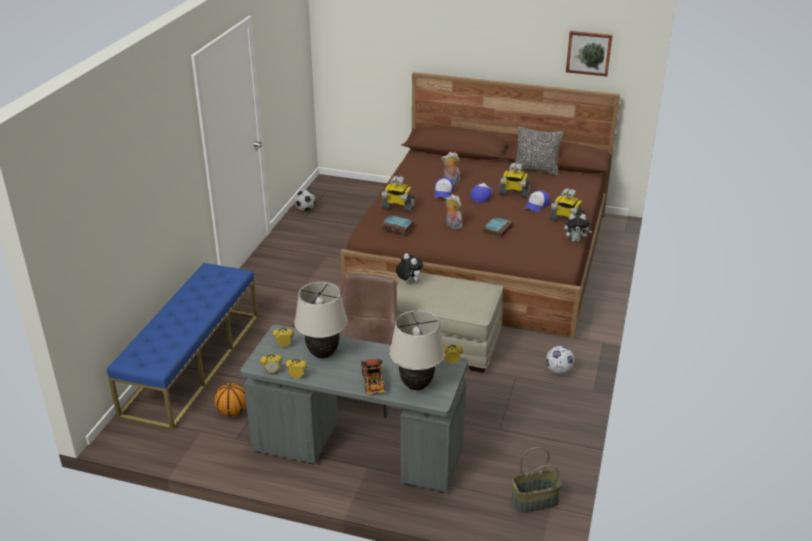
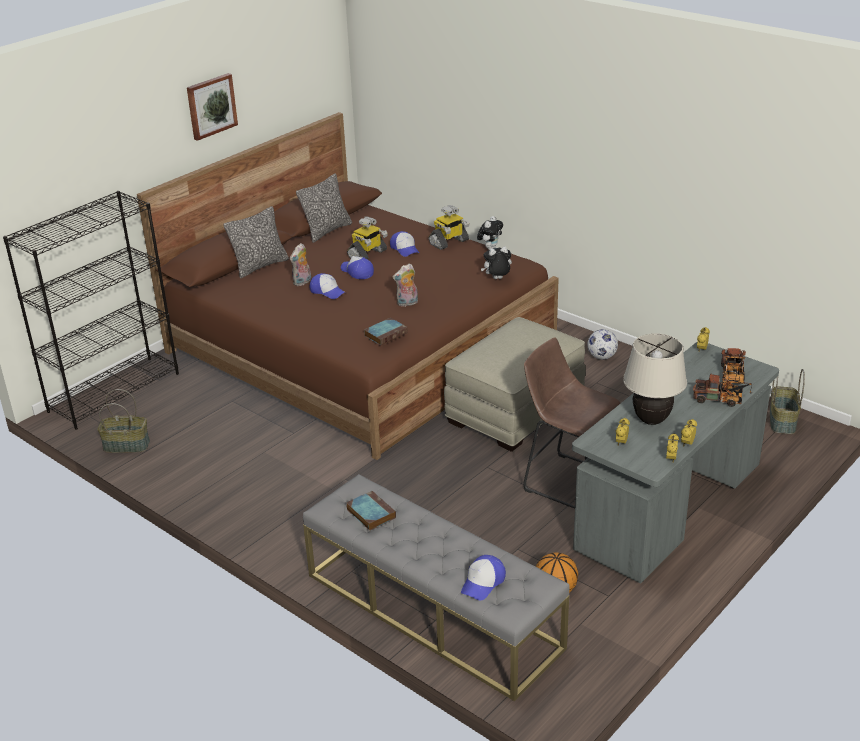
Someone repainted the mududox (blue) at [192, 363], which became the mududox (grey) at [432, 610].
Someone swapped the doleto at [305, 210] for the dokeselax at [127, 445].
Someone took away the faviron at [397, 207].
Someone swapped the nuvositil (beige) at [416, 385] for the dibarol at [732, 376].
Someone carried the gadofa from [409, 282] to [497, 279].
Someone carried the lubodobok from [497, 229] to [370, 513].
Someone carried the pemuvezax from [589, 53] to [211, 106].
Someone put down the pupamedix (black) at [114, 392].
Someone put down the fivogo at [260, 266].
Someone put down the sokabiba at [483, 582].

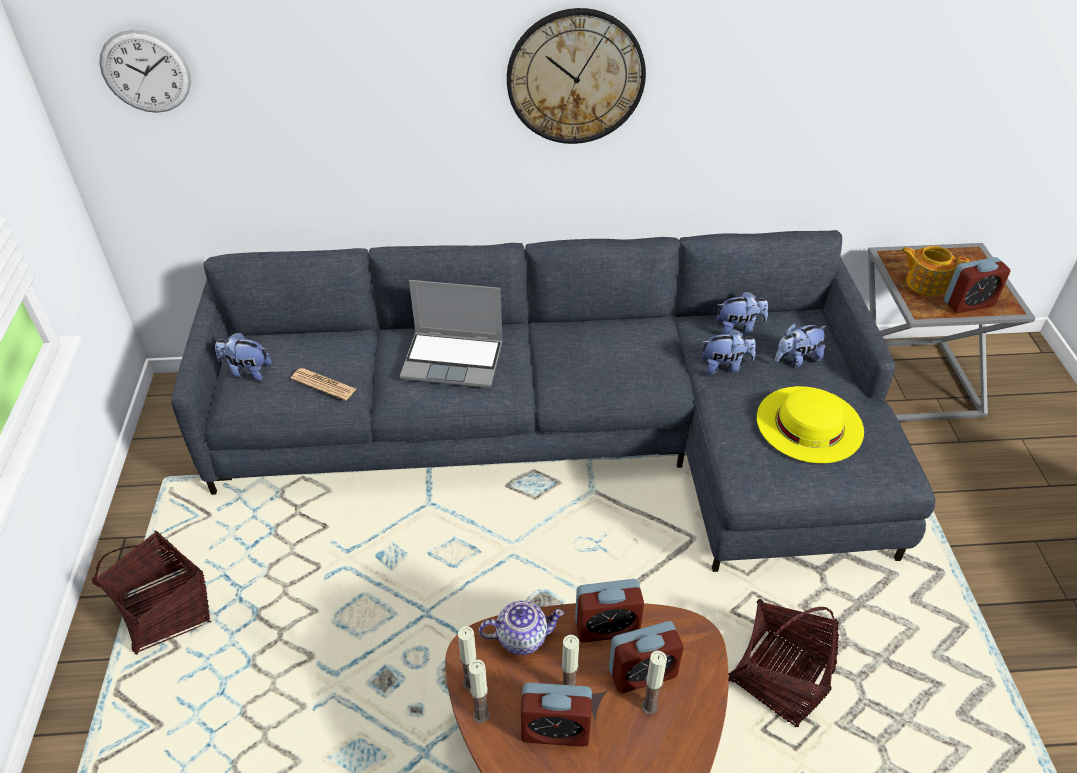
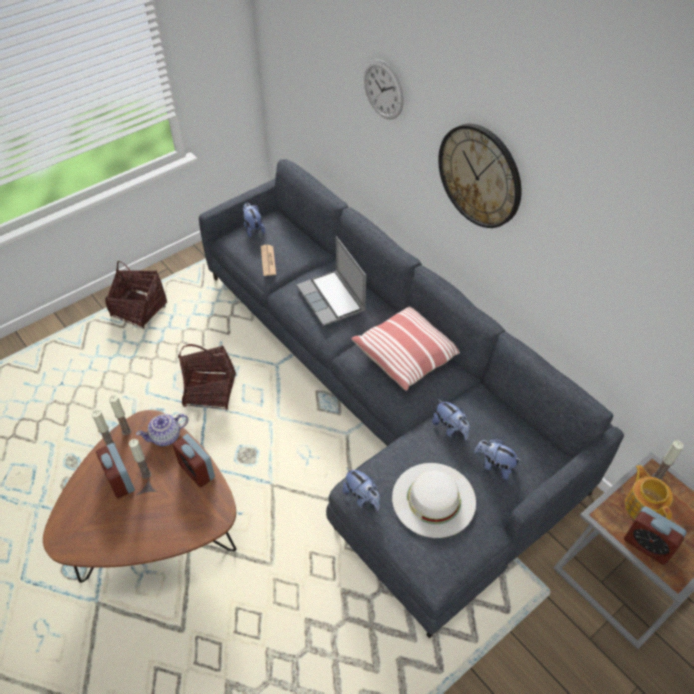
Someone carried the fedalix from [145, 72] to [383, 89].
Someone rotated the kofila at [521, 637] by 105 degrees clockwise.
Someone took away the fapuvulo at [642, 673].
Someone carried the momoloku from [649, 706] to [657, 477].
Someone carried the gadofa from [738, 328] to [362, 498].
Someone carried the dokeselax from [780, 677] to [210, 391].
Someone repainted the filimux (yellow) at [809, 424], which became the filimux (white) at [433, 499].
Someone put down the fivogo at [407, 355].

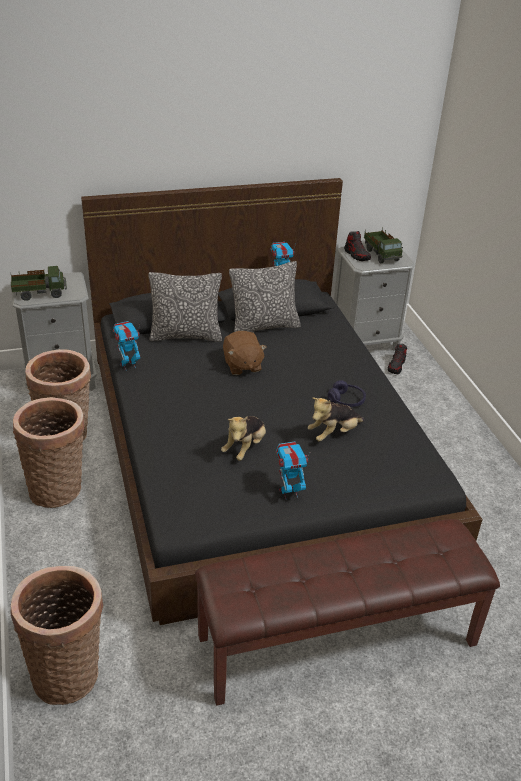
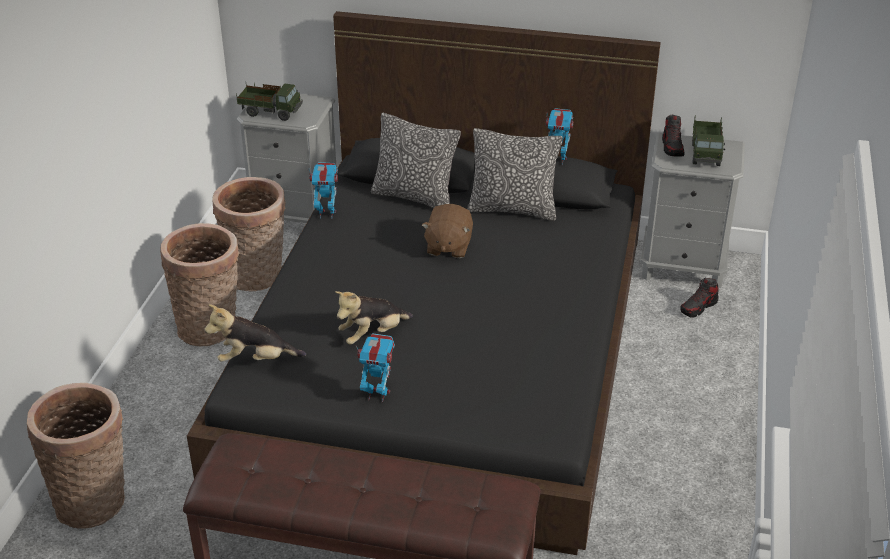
Someone carried the gadofa from [334, 434] to [255, 359].
Someone took away the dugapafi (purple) at [346, 400].

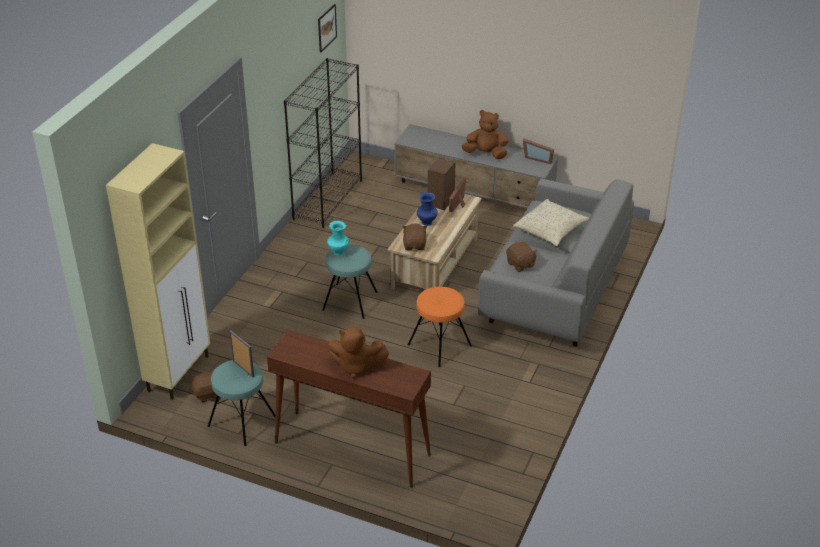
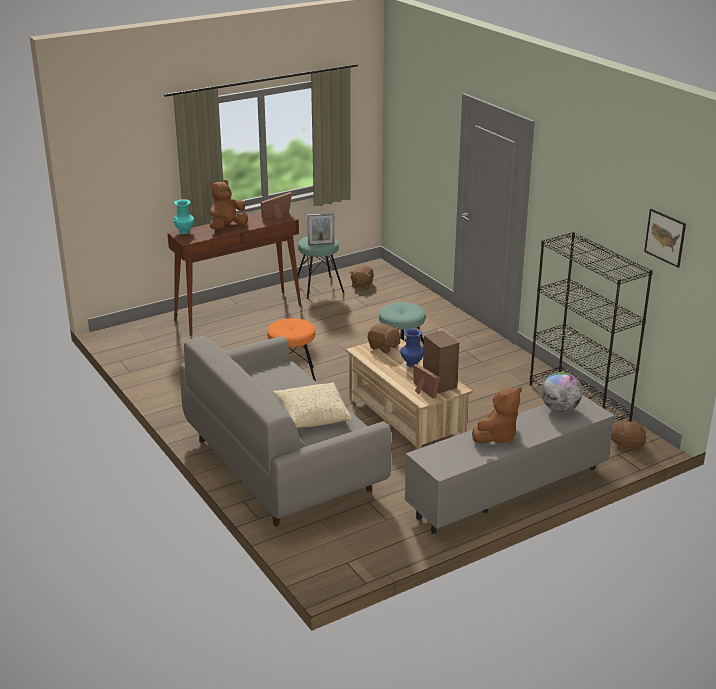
Someone took away the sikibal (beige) at [179, 373].
Someone carried the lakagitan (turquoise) from [338, 252] to [184, 232].
Someone carried the gadofa (brown) from [520, 264] to [626, 445].
Someone carried the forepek from [538, 158] to [278, 216].
Someone put down the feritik at [559, 409].

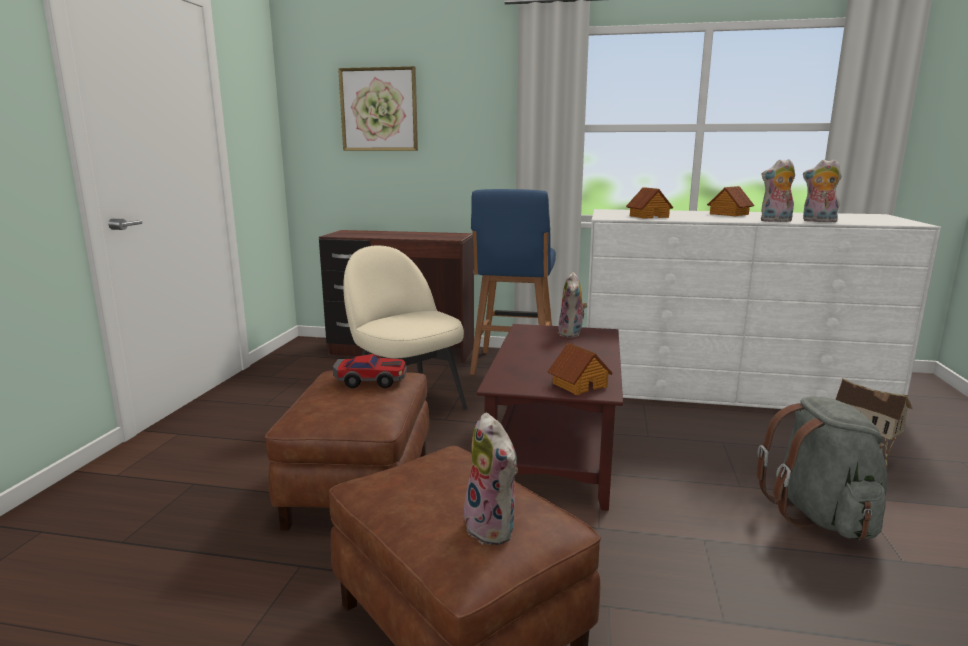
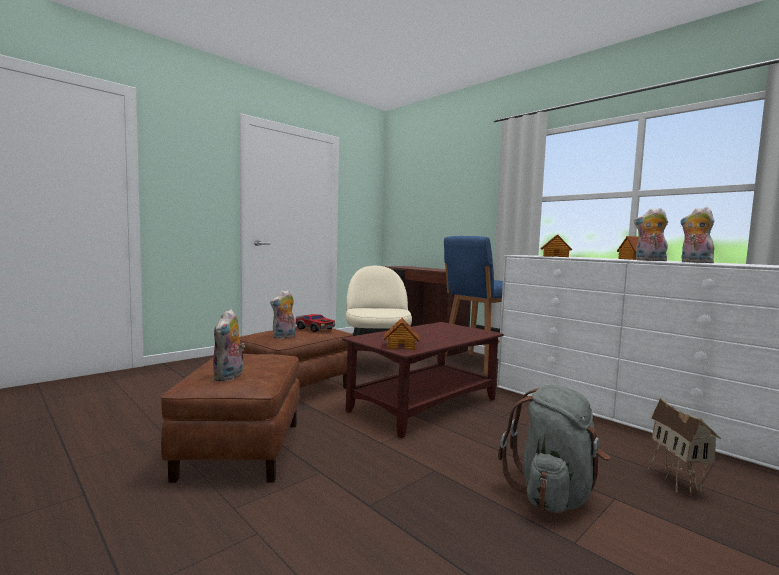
Someone took away the pemuvezax at [379, 109].
Someone carried the gadofa from [572, 333] to [284, 337].

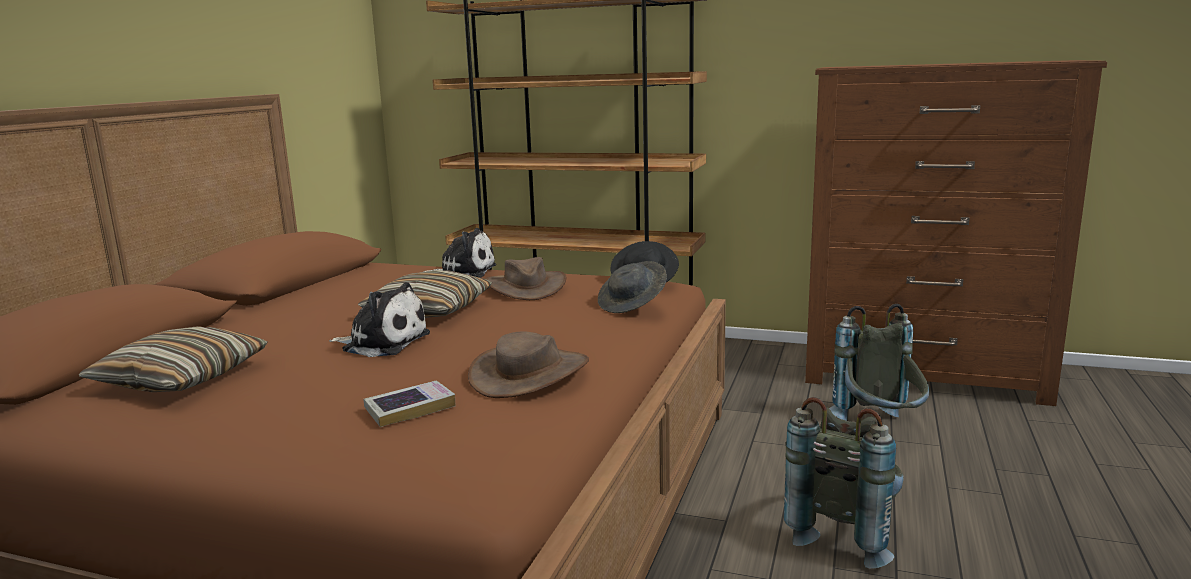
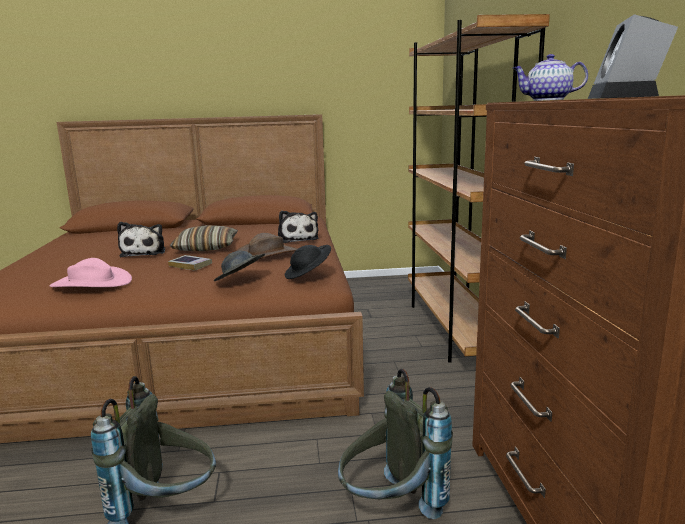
Someone took away the fivogo at [181, 378].
Someone carried the lubodobok from [410, 409] to [190, 265].
Someone repainted the filimux (brown) at [530, 374], which became the filimux (pink) at [91, 283].
Someone put down the kofila at [547, 100].
Someone put down the fapuvulo at [626, 97].

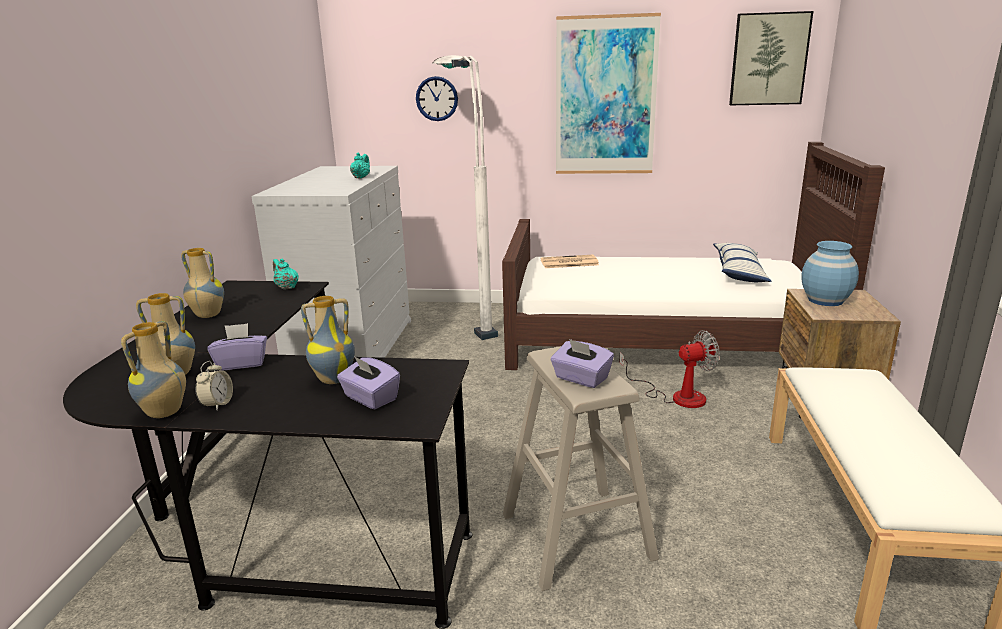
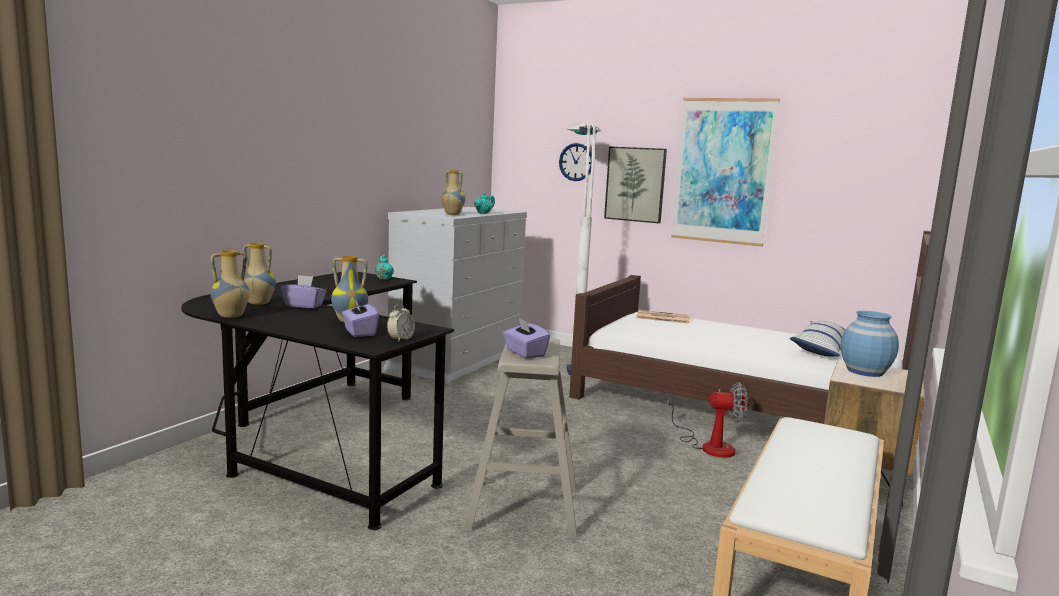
Someone carried the lakagitan from [207, 315] to [452, 214].
Someone carried the fapuvulo from [217, 404] to [400, 339].
Someone carried the pemuvezax from [769, 59] to [635, 184].

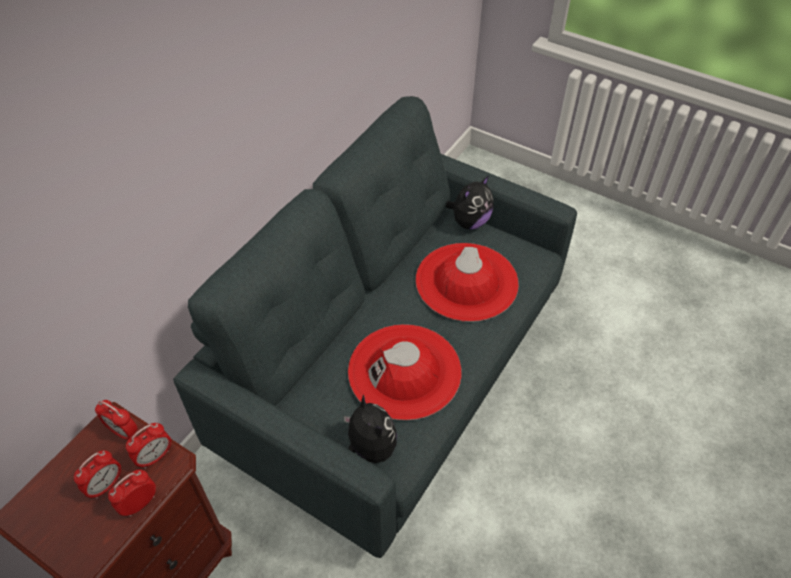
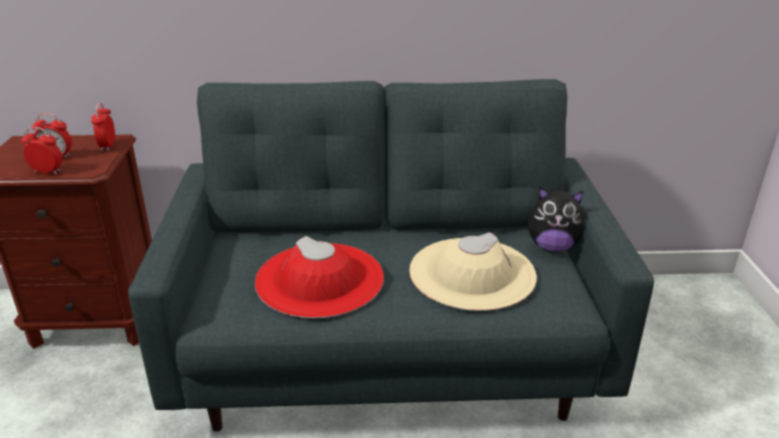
Someone took away the fapuvulo at [155, 457].
Someone took away the gadofa at [369, 449].
Someone repainted the filimux (red) at [466, 282], which became the filimux (beige) at [472, 273].

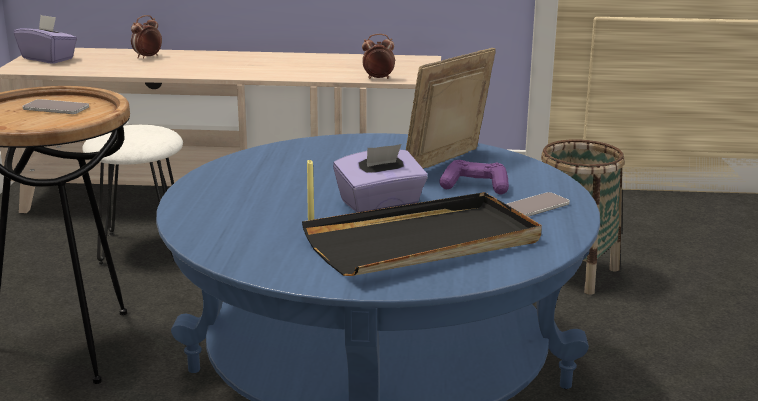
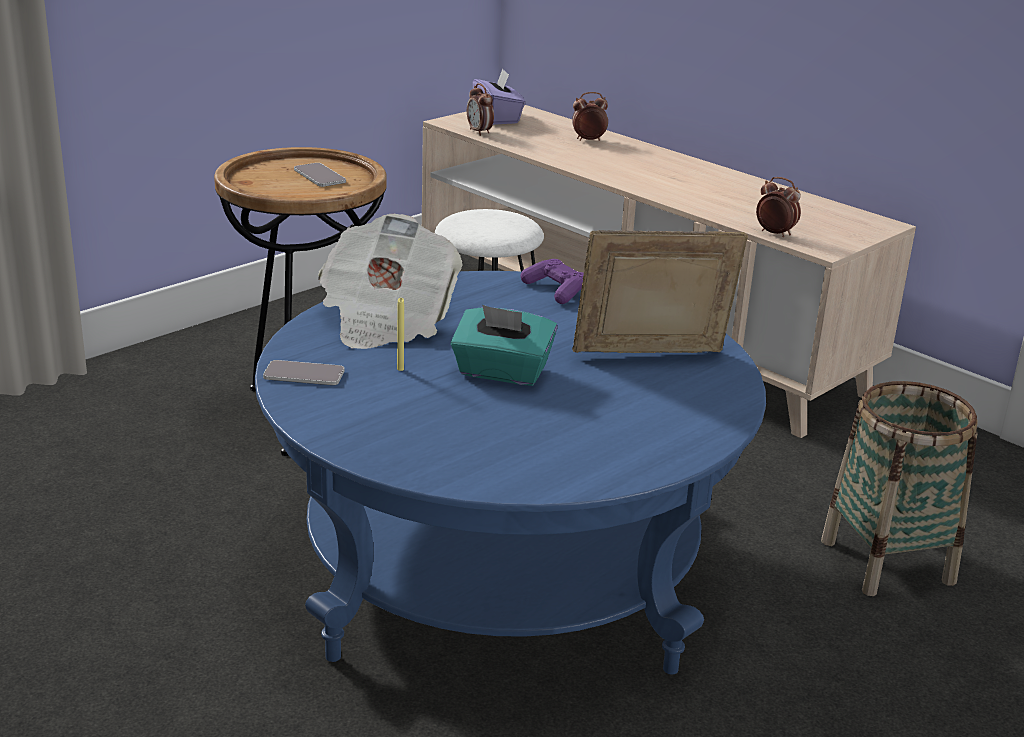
Someone took away the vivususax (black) at [424, 242].
Someone repainted the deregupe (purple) at [380, 204], which became the deregupe (turquoise) at [502, 372].
Someone carried the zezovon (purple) from [475, 186] to [555, 290].
Someone carried the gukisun from [536, 206] to [304, 374].
Someone put down the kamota at [387, 319].
Someone put down the fapuvulo at [479, 132].

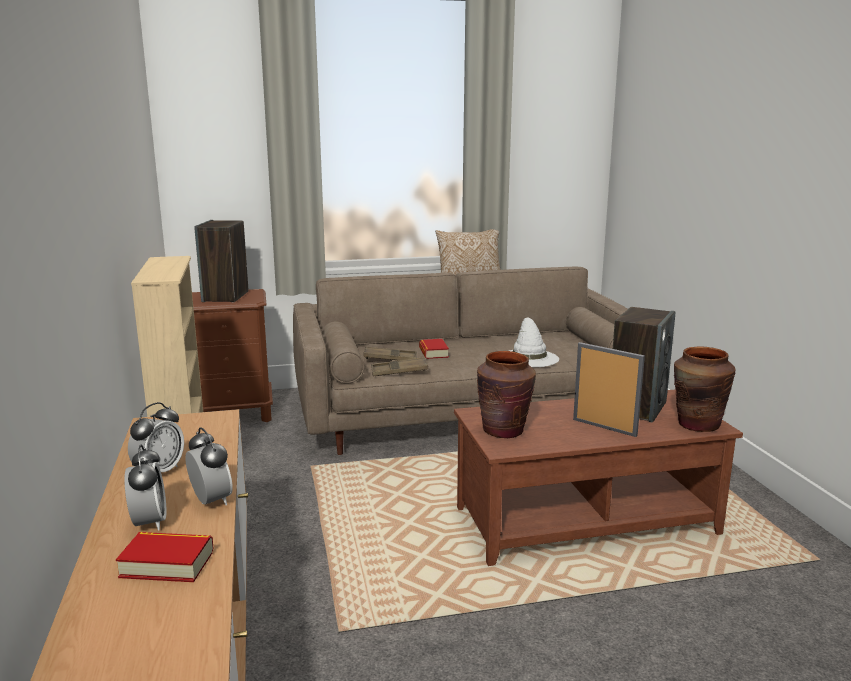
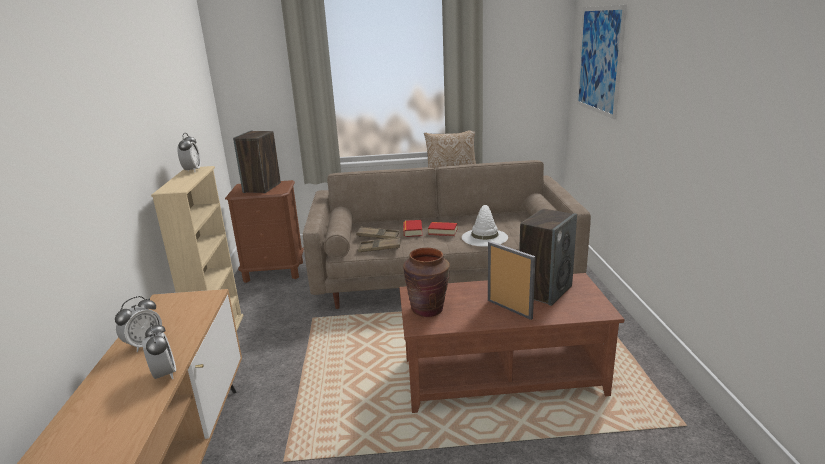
Someone carried the lubodobok from [167, 564] to [443, 231].
Someone carried the fapuvulo from [149, 523] to [192, 170].
Someone took away the lakagitan (brown) at [697, 425].
Someone put up the pemuvezax at [599, 60].

